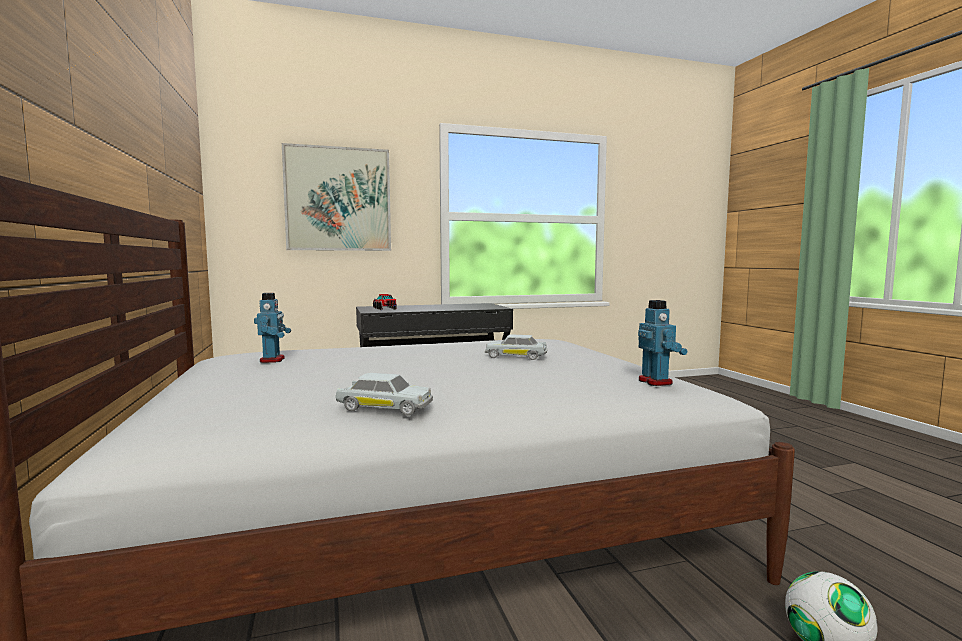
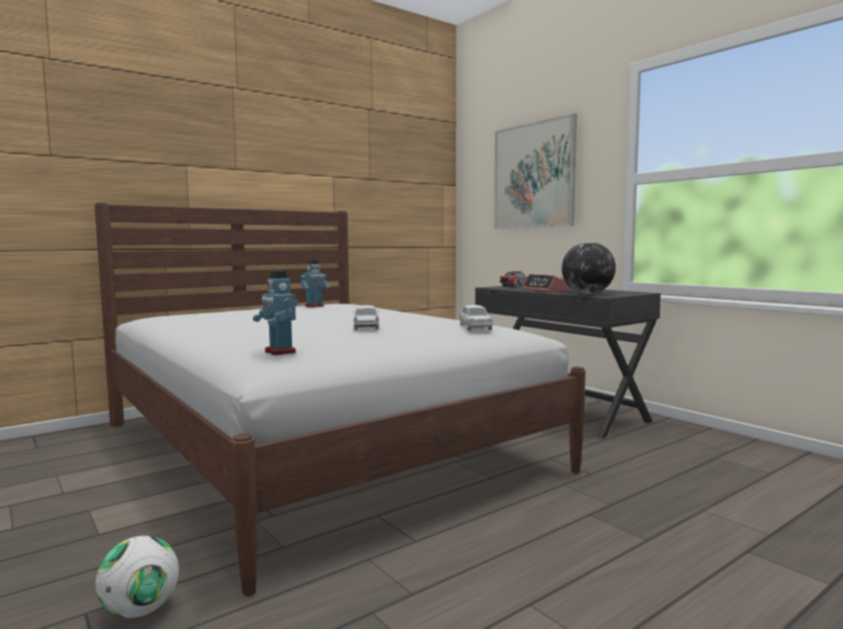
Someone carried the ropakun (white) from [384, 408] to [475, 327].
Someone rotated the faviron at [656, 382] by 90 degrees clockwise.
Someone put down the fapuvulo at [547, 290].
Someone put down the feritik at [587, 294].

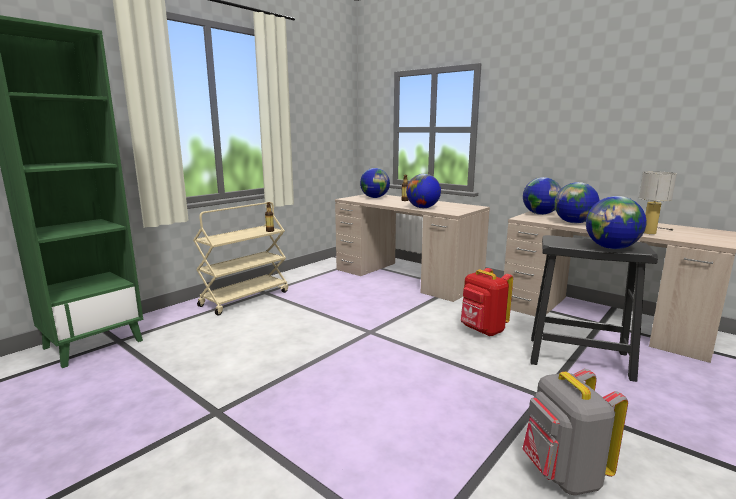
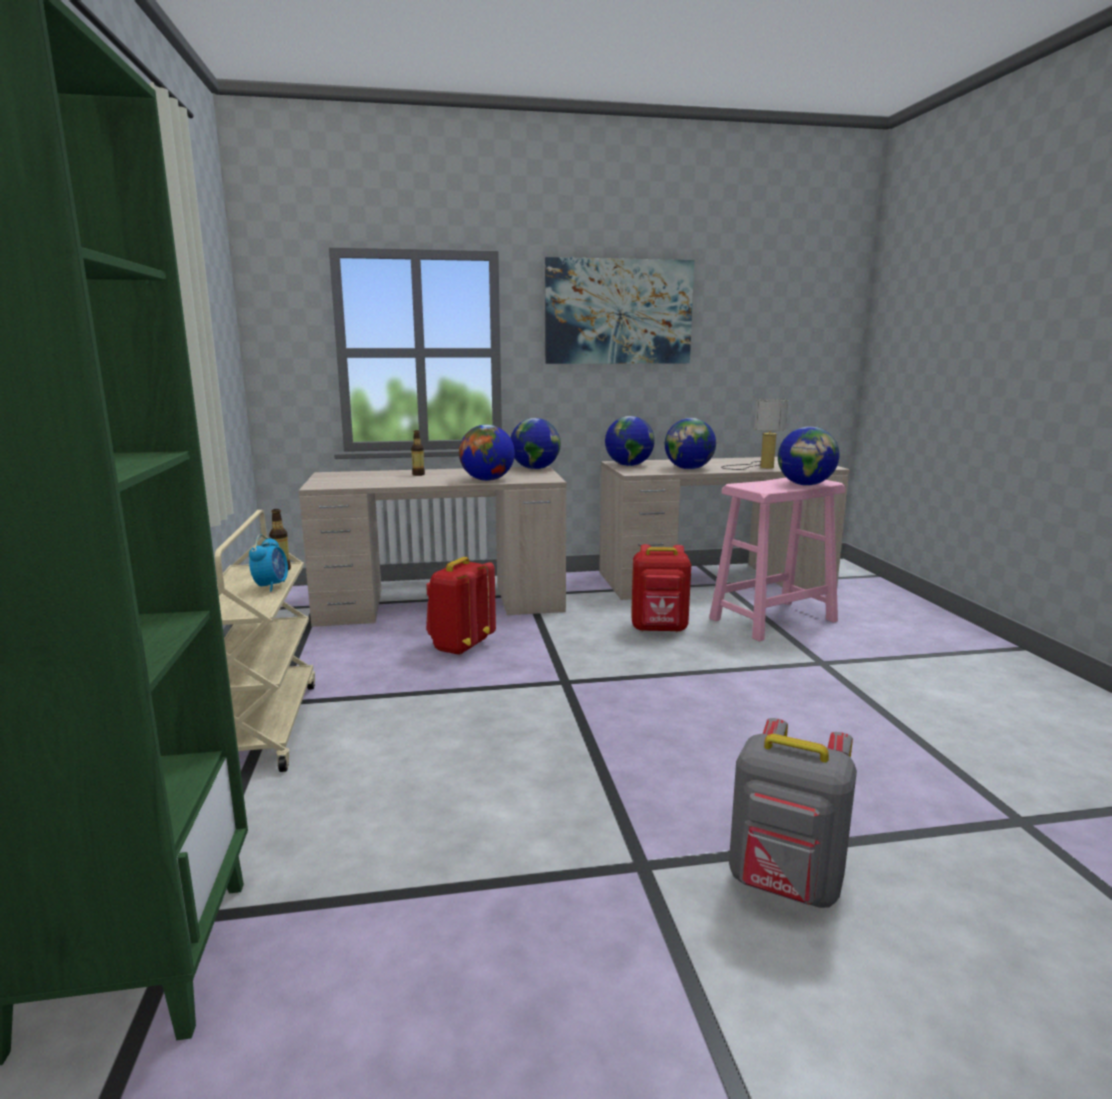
Someone carried the feritik from [375, 197] to [535, 468].
Someone carried the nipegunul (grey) from [563, 474] to [785, 886].
Someone repainted the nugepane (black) at [578, 357], which became the nugepane (pink) at [772, 620].
Someone put down the fapuvulo at [271, 586].
Someone put down the nipegunul (red) at [460, 647].
Someone put up the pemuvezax at [618, 312].

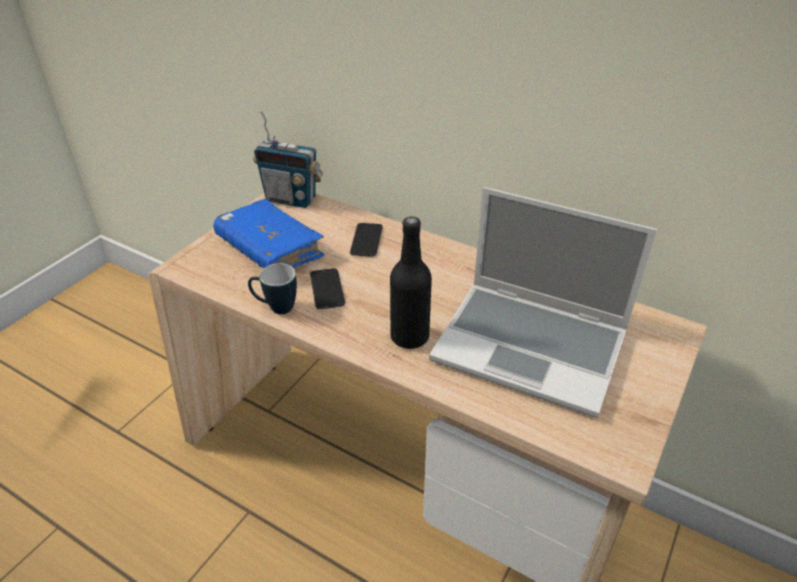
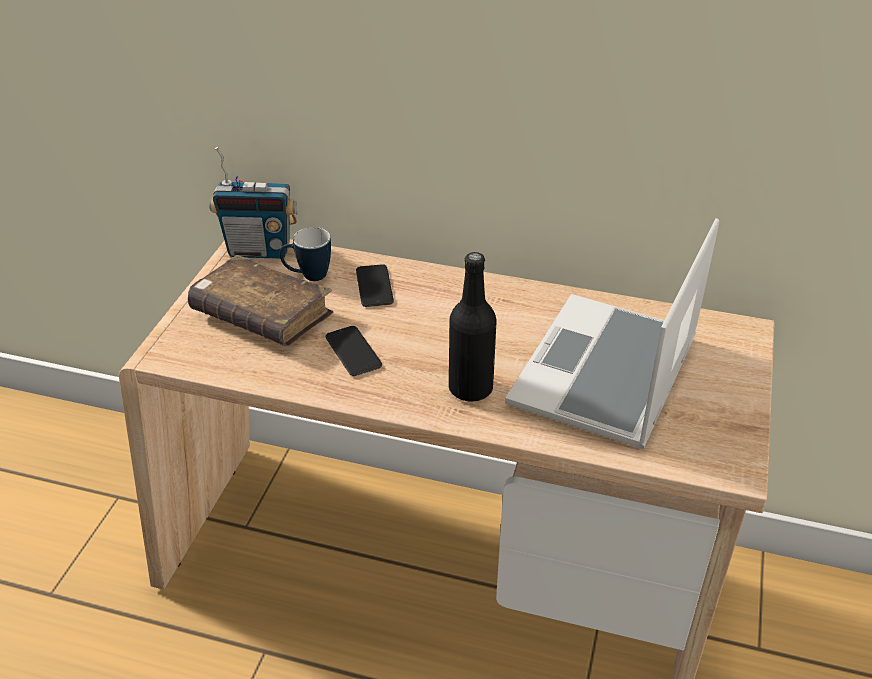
Someone repainted the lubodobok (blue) at [270, 249], which became the lubodobok (brown) at [262, 315].
Someone carried the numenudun from [275, 308] to [308, 276].
Someone rotated the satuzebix at [532, 347] by 105 degrees clockwise.

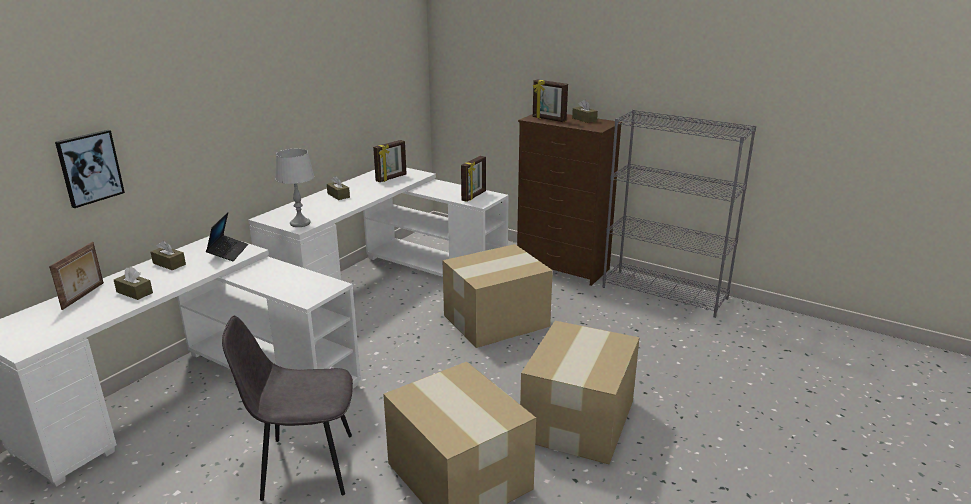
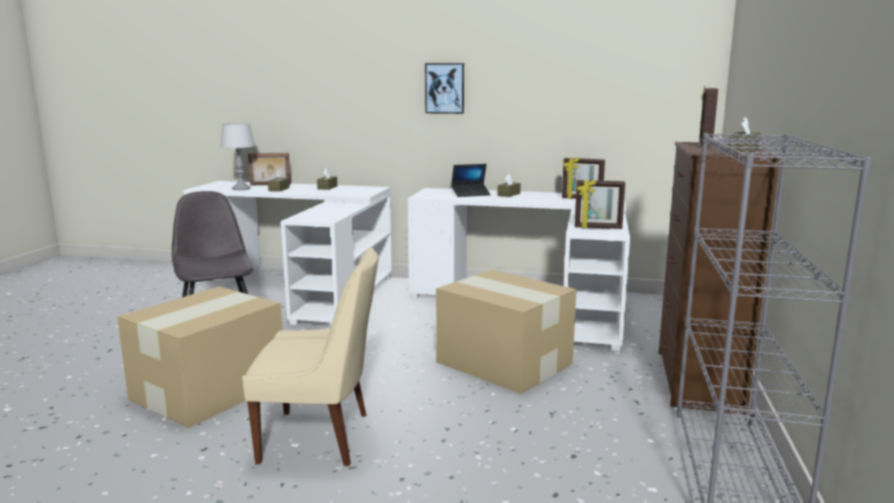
Someone carried the pemuvezax from [89, 168] to [444, 88].
Someone carried the satuzebix from [228, 252] to [470, 194].
Someone carried the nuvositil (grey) from [300, 223] to [241, 189].
Someone swapped the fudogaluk at [579, 419] for the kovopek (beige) at [320, 438].

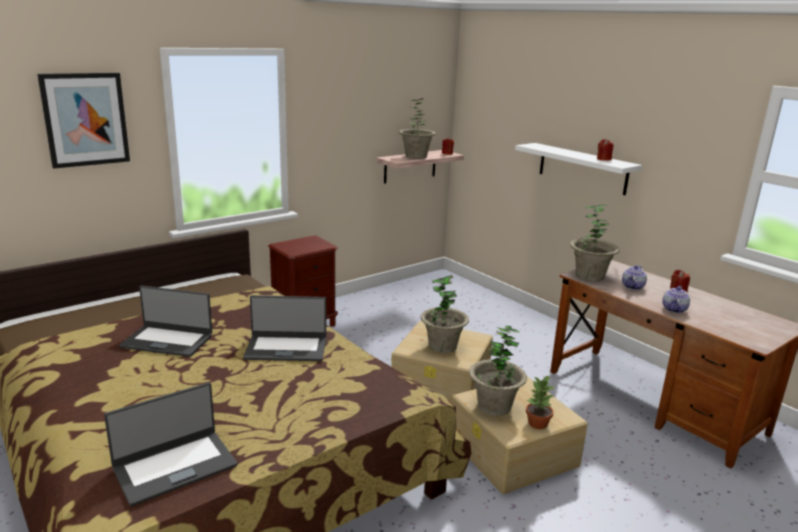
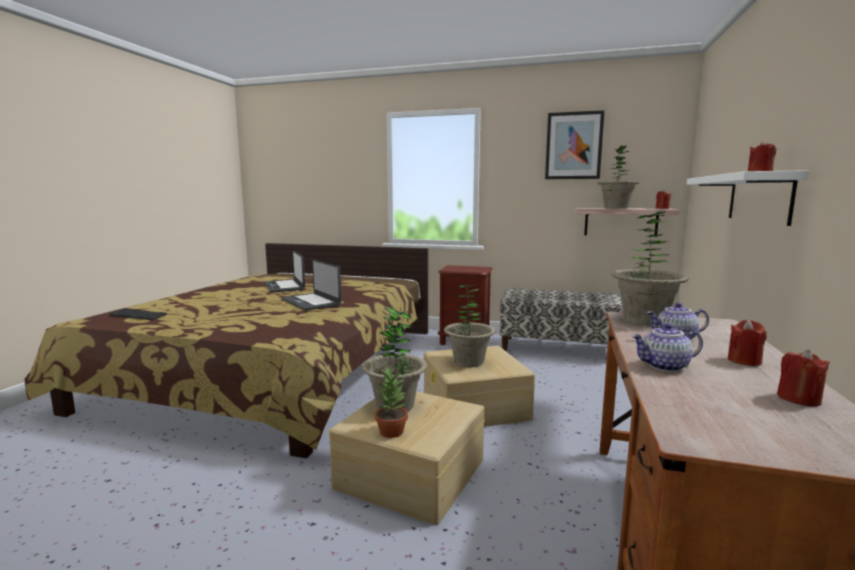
Someone carried the pemuvezax from [85, 119] to [573, 146].
Someone swapped the satuzebix at [175, 466] for the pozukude at [138, 316].
Someone put down the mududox at [559, 348].
Someone put down the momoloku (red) at [798, 399].

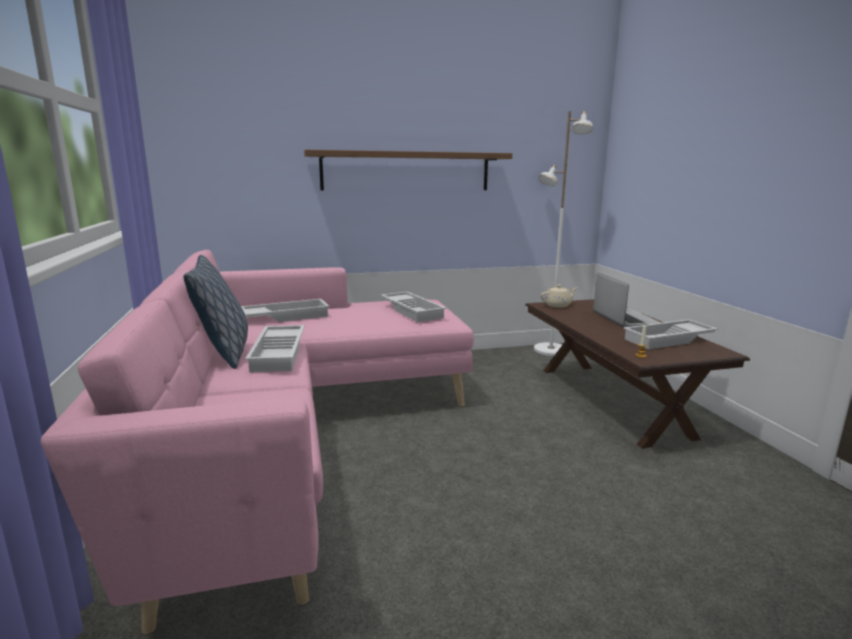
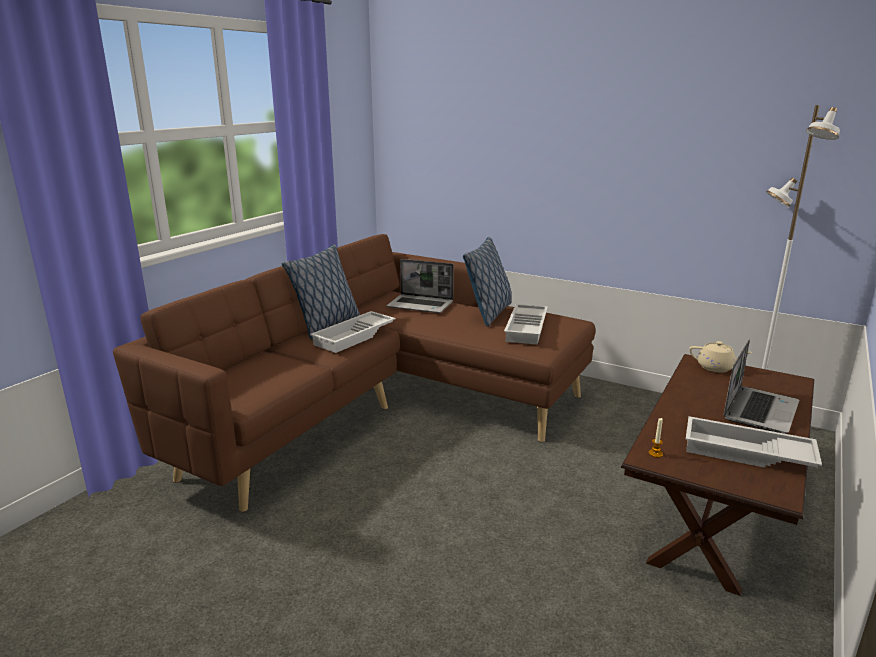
Someone repainted the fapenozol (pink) at [299, 434], which became the fapenozol (brown) at [386, 409].
Someone swapped the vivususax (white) at [286, 316] for the satuzebix at [421, 305].
Someone took away the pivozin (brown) at [406, 171].
Someone put down the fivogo at [488, 314].

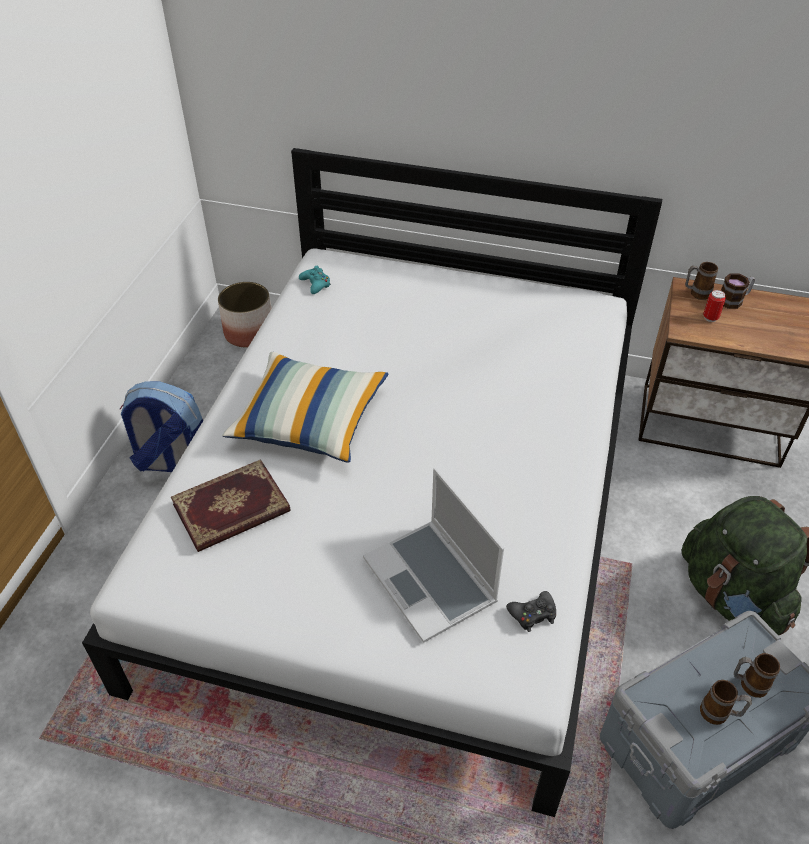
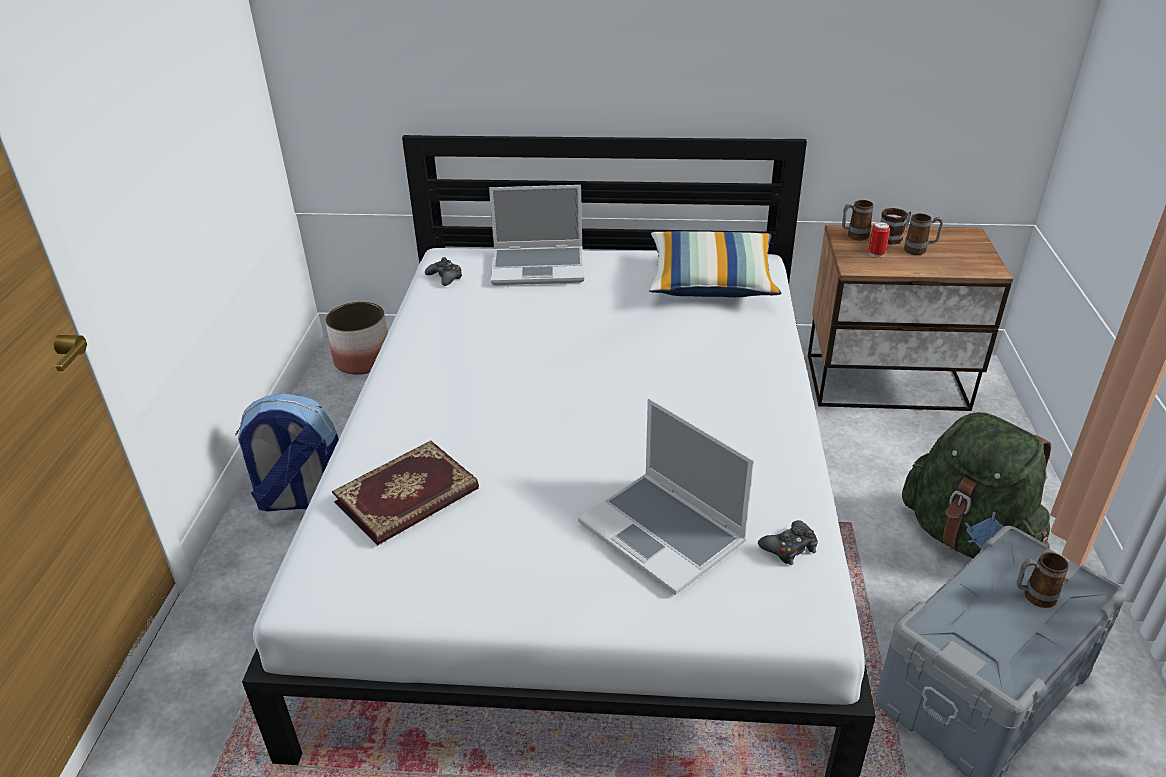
Someone carried the fivogo from [310, 420] to [711, 282].
Someone repainted the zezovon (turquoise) at [315, 284], which became the zezovon (black) at [445, 277].
Someone carried the numenudun from [719, 714] to [919, 251].
Someone put down the satuzebix at [539, 267].

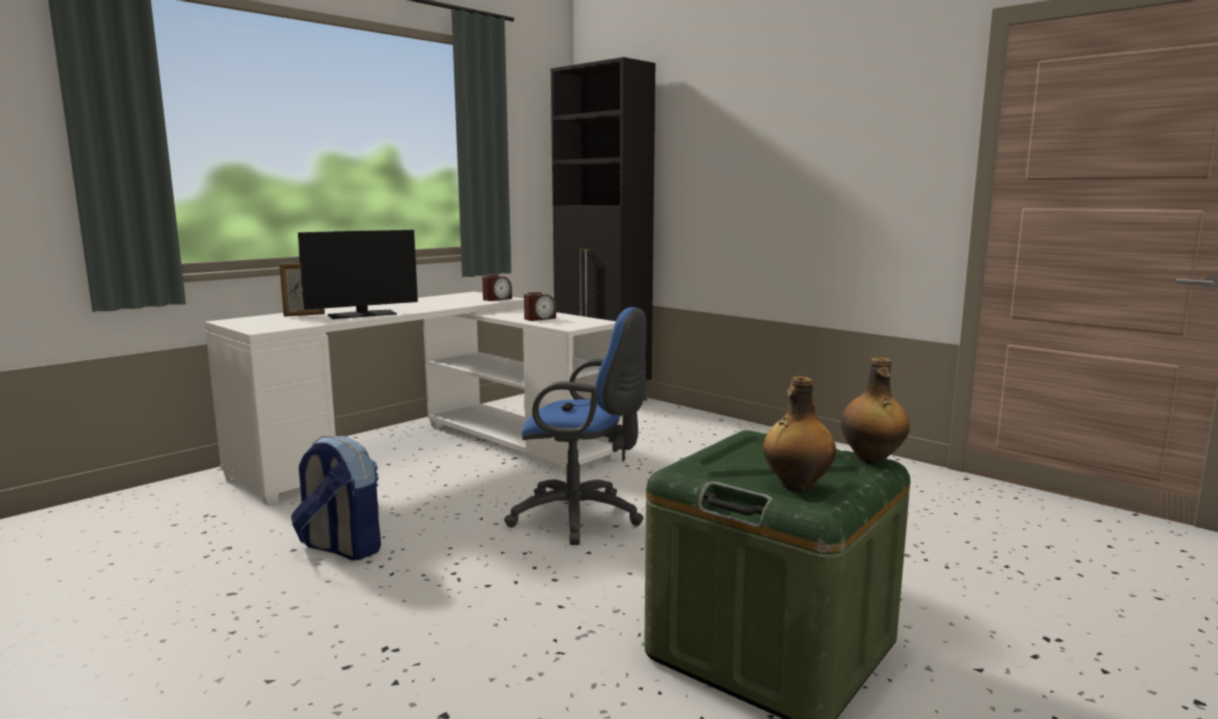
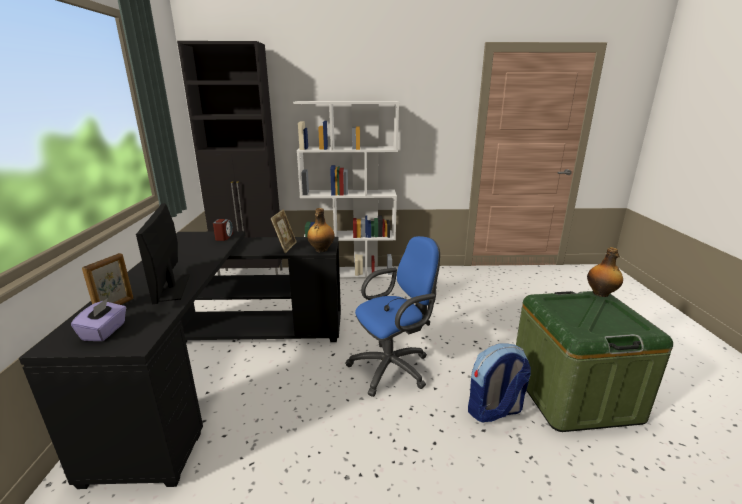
Someone repainted the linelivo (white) at [433, 451], which became the linelivo (black) at [221, 365].
Someone carried the nipegunul from [341, 548] to [494, 411].
Someone rotated the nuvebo at [362, 314] by 150 degrees clockwise.
Someone swapped the fapuvulo at [539, 318] for the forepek at [285, 247].
Someone carried the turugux from [796, 486] to [321, 250].
Someone put down the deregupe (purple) at [105, 331].
Someone put down the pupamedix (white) at [351, 273].

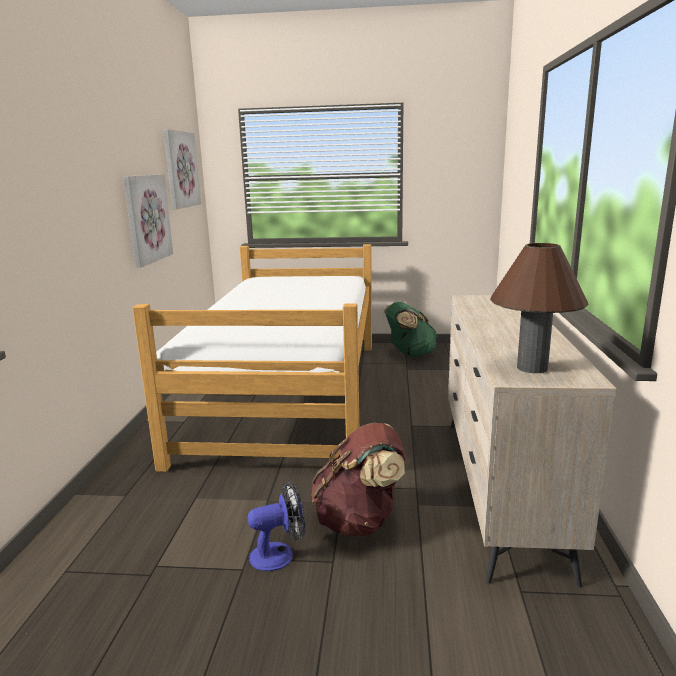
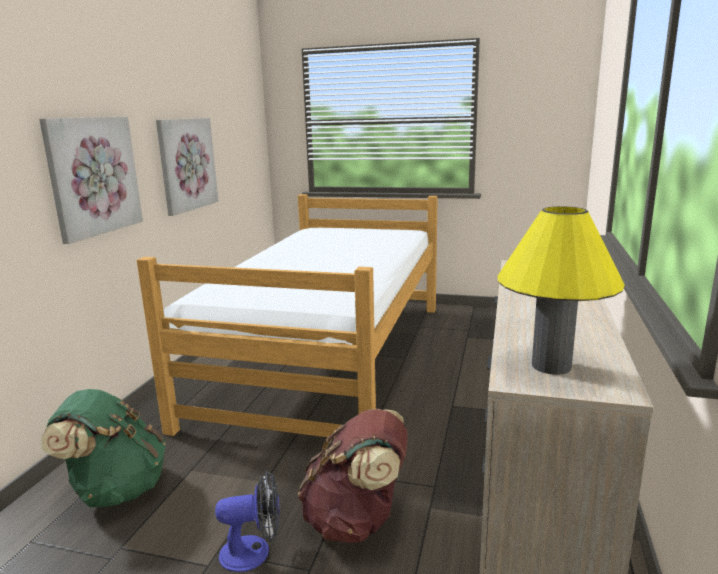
Someone carried the pemuvezax from [180, 169] to [93, 176].
Someone carried the nipegunul (green) from [410, 354] to [116, 490].
Someone repainted the nuvositil (brown) at [532, 368], which became the nuvositil (yellow) at [551, 366].

